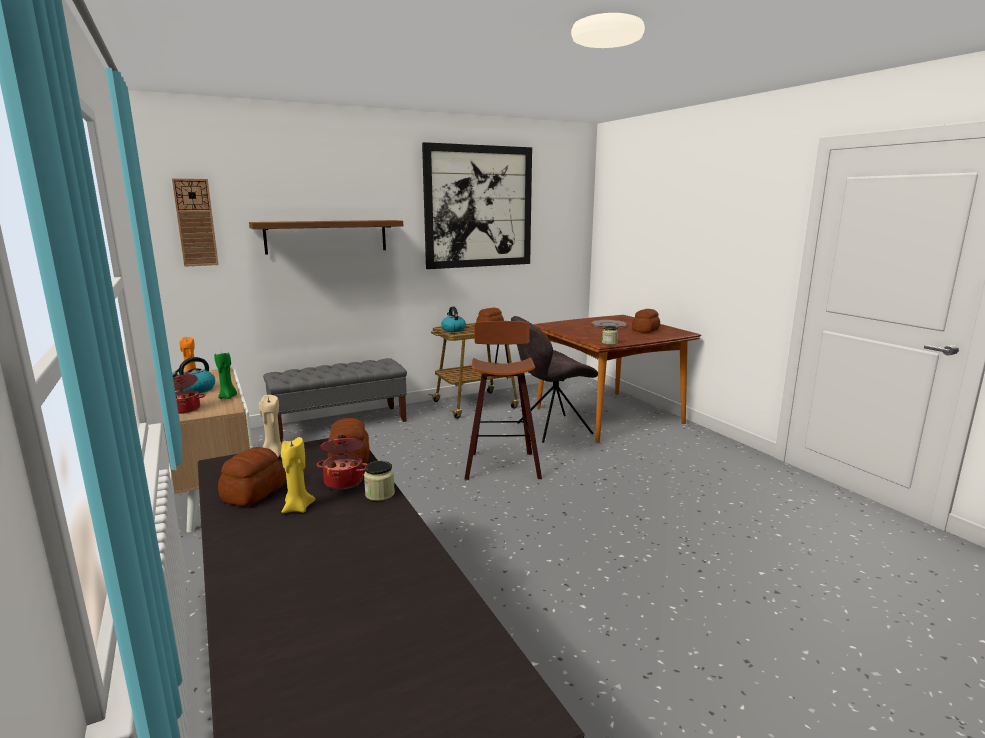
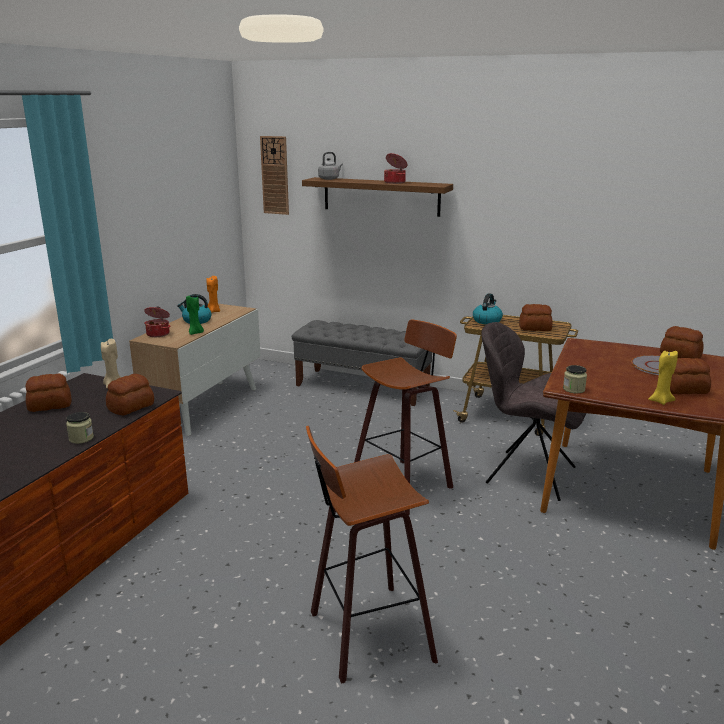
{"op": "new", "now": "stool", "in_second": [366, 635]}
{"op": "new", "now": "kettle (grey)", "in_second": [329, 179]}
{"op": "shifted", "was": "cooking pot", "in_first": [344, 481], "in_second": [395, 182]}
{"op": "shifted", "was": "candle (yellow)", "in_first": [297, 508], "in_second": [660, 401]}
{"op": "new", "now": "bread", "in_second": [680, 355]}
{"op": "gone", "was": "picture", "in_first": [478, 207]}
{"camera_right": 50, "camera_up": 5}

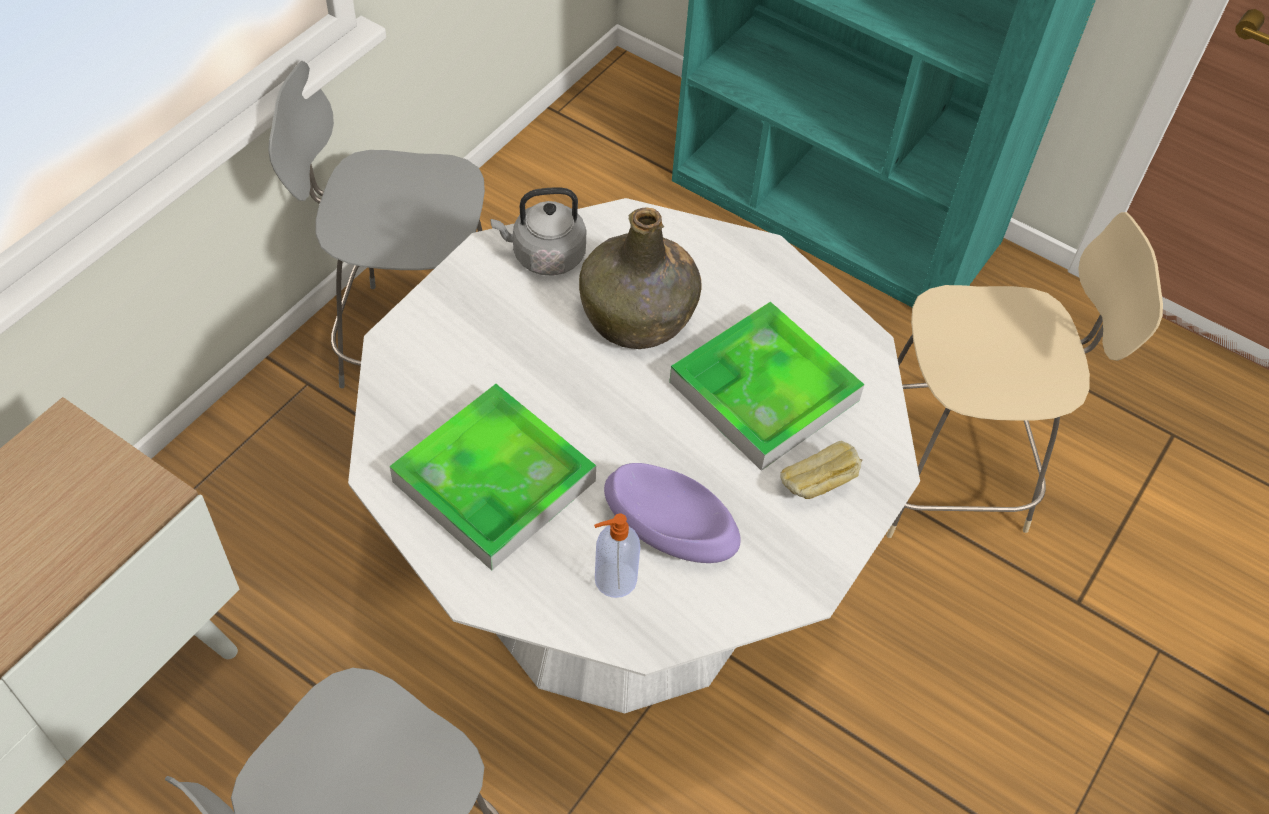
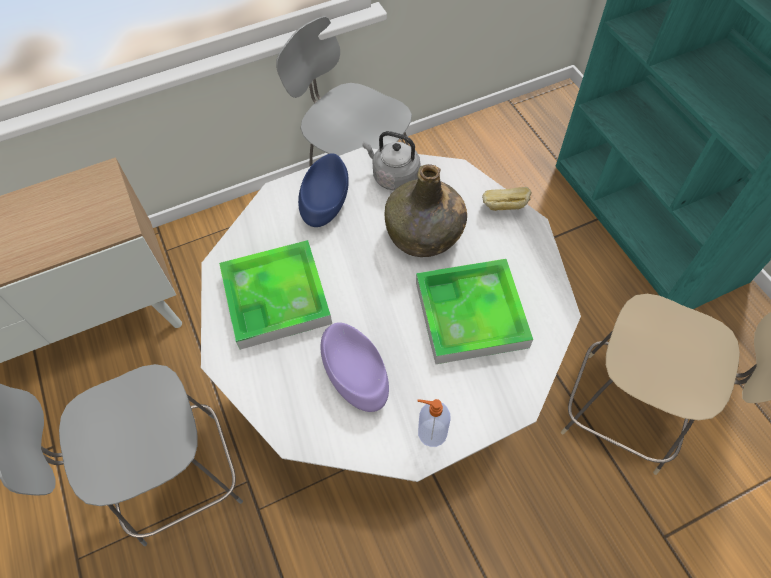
{"op": "new", "now": "bowl (blue)", "in_second": [325, 200]}
{"op": "shifted", "was": "soap dispenser", "in_first": [614, 580], "in_second": [431, 432]}
{"op": "shifted", "was": "bread", "in_first": [817, 487], "in_second": [504, 209]}
{"camera_right": 35, "camera_up": 5}

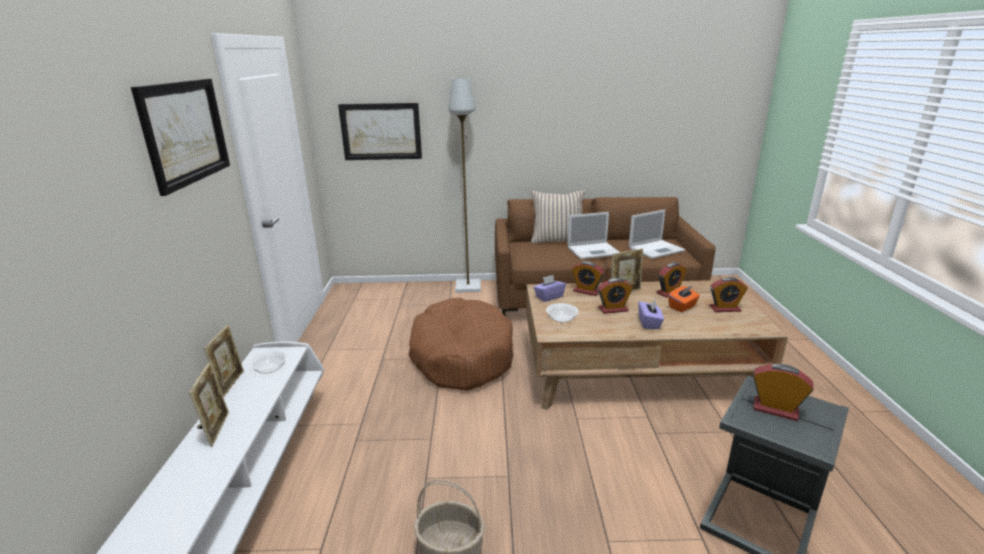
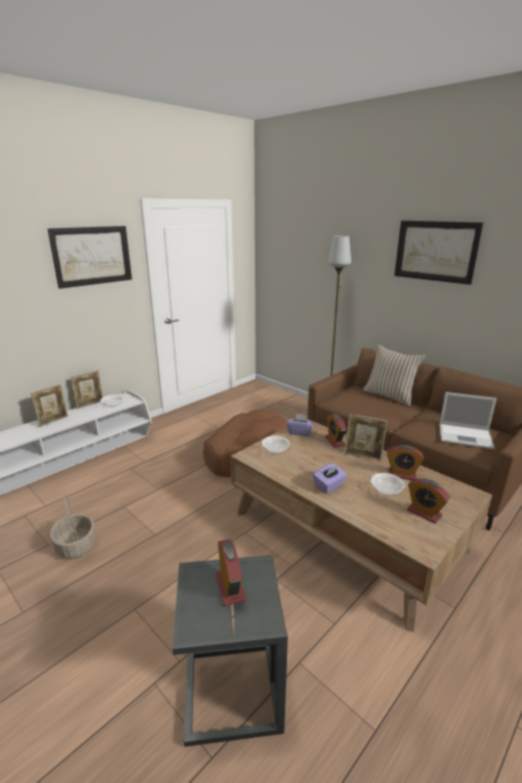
{"op": "swapped", "was": "tissue box (orange)", "now": "bowl", "in_first": [682, 307], "in_second": [386, 490]}
{"op": "shifted", "was": "picture", "in_first": [381, 131], "in_second": [435, 251]}
{"op": "gone", "was": "laptop", "in_first": [594, 251]}
{"op": "gone", "was": "alarm clock", "in_first": [613, 309]}
{"camera_right": 45, "camera_up": 0}

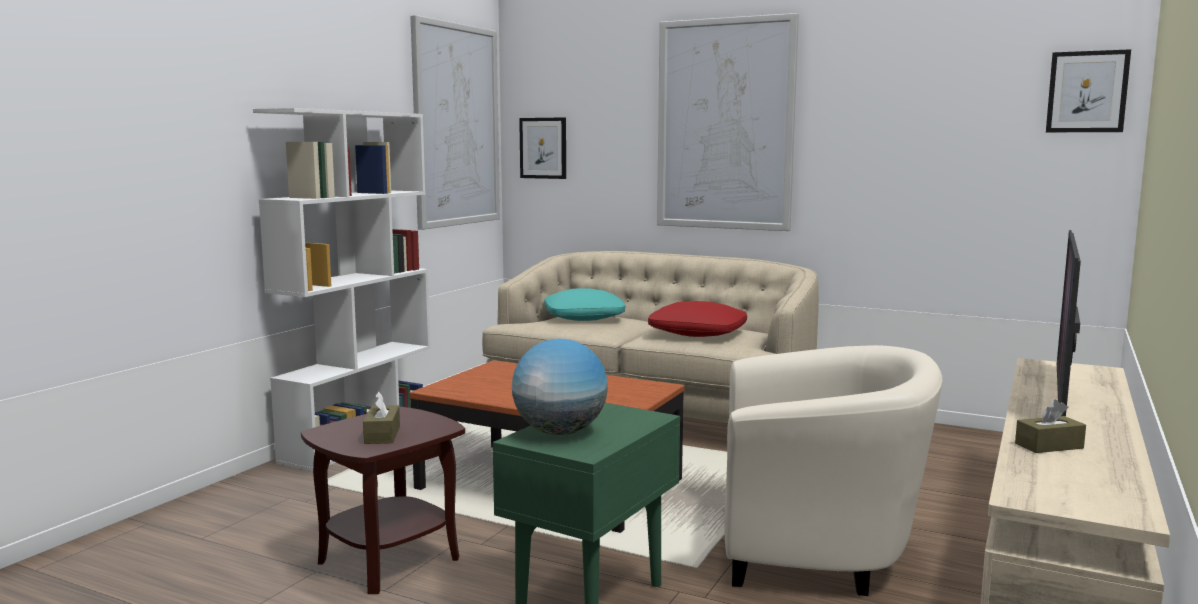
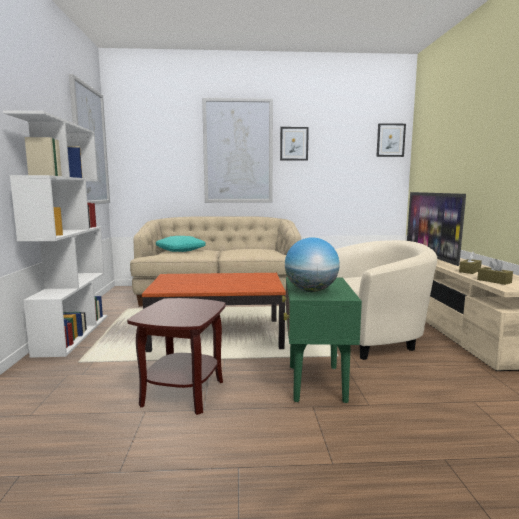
{"op": "shifted", "was": "picture", "in_first": [543, 148], "in_second": [294, 143]}
{"op": "shifted", "was": "tissue box (brown)", "in_first": [382, 435], "in_second": [494, 281]}
{"op": "gone", "was": "pillow (red)", "in_first": [698, 332]}
{"camera_right": -30, "camera_up": 0}

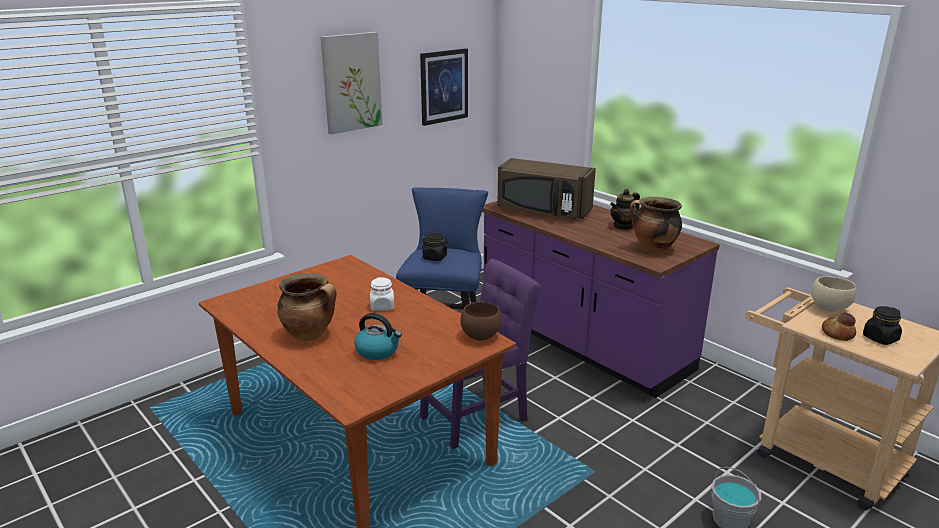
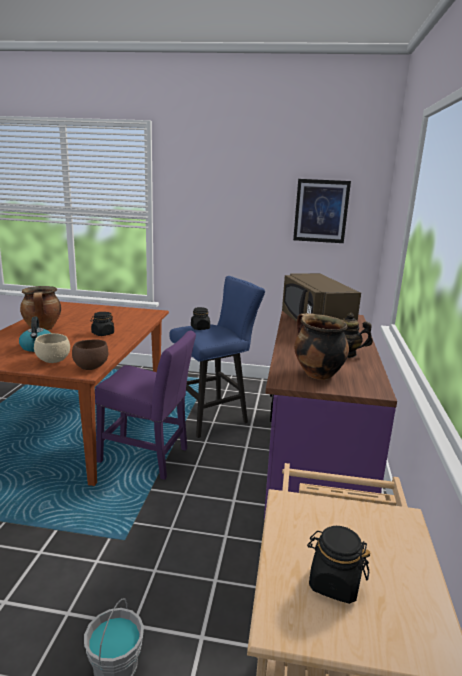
{"op": "shifted", "was": "bowl (beige)", "in_first": [828, 308], "in_second": [54, 361]}
{"op": "repainted", "was": "jar (white)", "now": "jar (black)", "in_first": [382, 306], "in_second": [102, 334]}
{"op": "gone", "was": "picture", "in_first": [351, 82]}
{"op": "gone", "was": "bread", "in_first": [837, 333]}
{"camera_right": 50, "camera_up": -5}

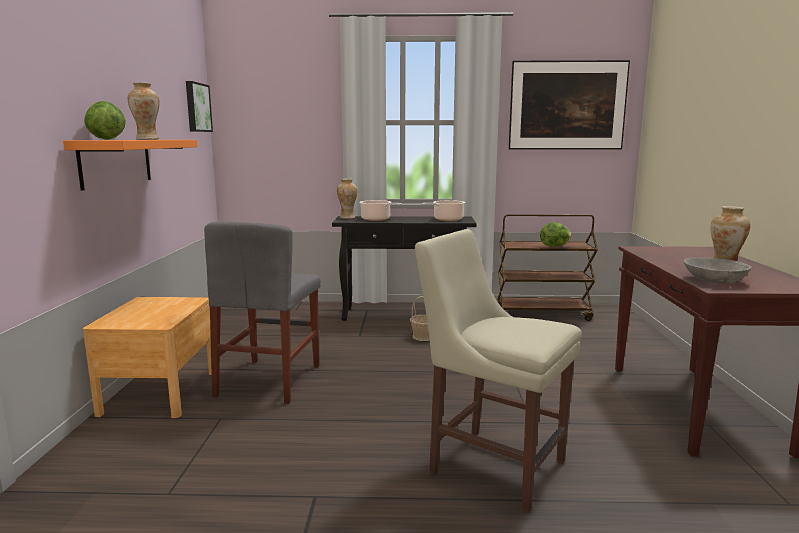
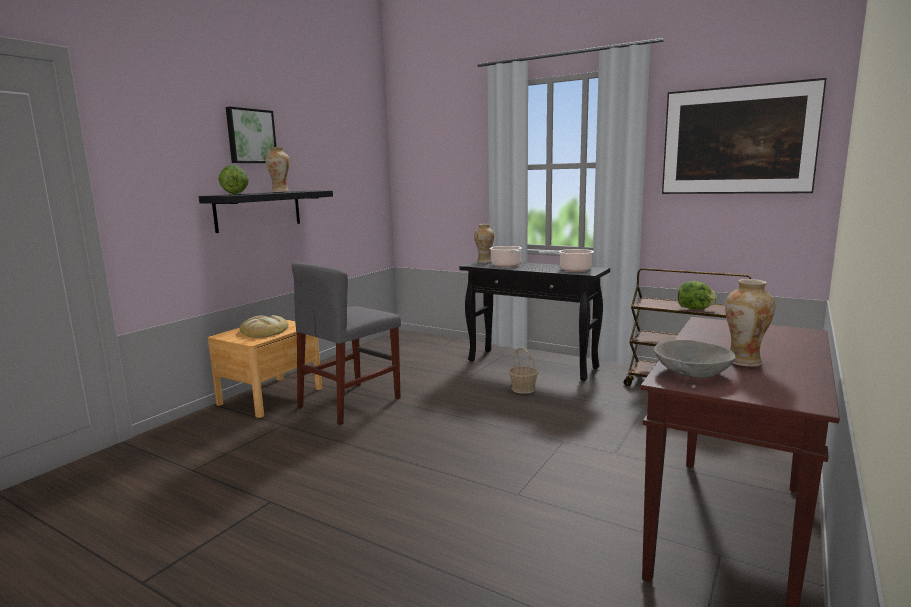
{"op": "repainted", "was": "shelf (orange)", "now": "shelf (black)", "in_first": [116, 162], "in_second": [258, 210]}
{"op": "shifted", "was": "picture", "in_first": [197, 107], "in_second": [250, 136]}
{"op": "new", "now": "bread", "in_second": [264, 331]}
{"op": "gone", "was": "chair (beige)", "in_first": [491, 464]}
{"camera_right": 30, "camera_up": 0}

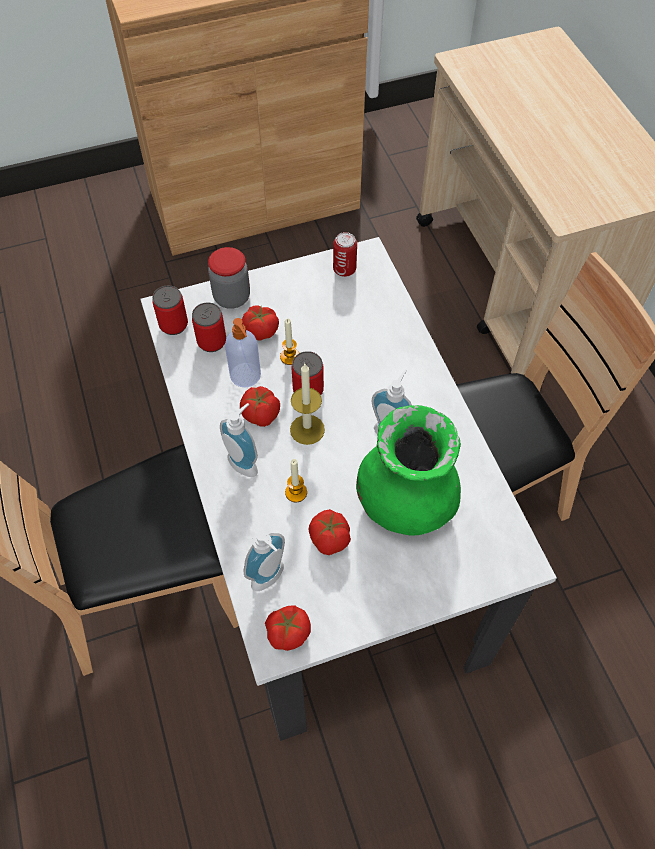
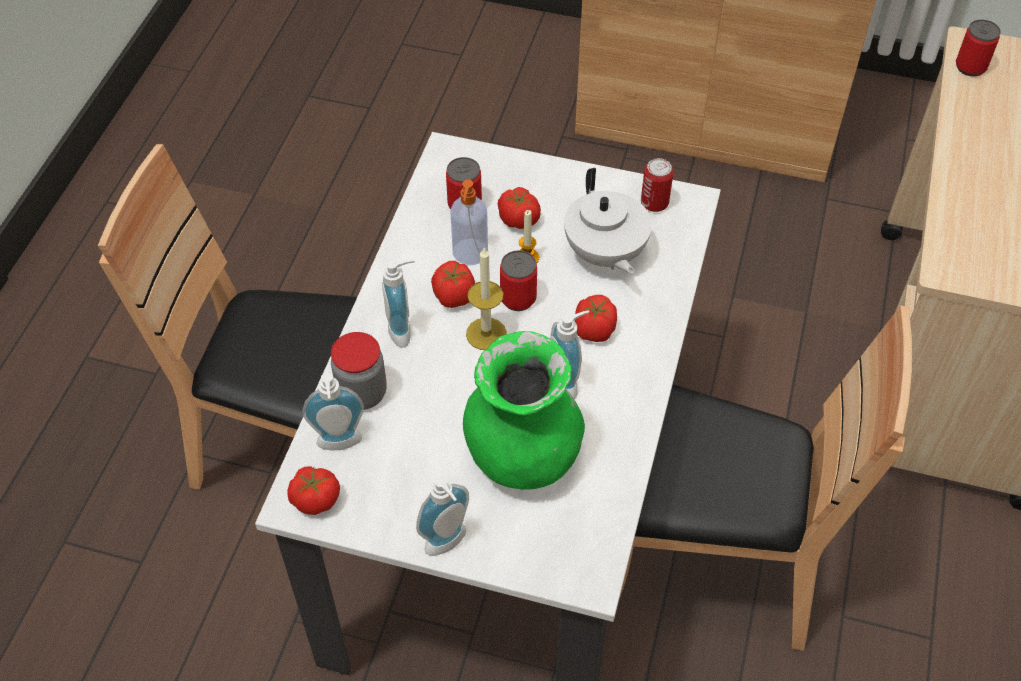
{"op": "shifted", "was": "jar", "in_first": [232, 297], "in_second": [362, 393]}
{"op": "new", "now": "soap dispenser", "in_second": [448, 544]}
{"op": "new", "now": "teapot (white)", "in_second": [604, 254]}
{"op": "shifted", "was": "tomato", "in_first": [329, 540], "in_second": [593, 330]}
{"op": "shifted", "was": "can", "in_first": [173, 325], "in_second": [970, 67]}
{"op": "gone", "was": "candle", "in_first": [296, 492]}
{"camera_right": 35, "camera_up": -5}

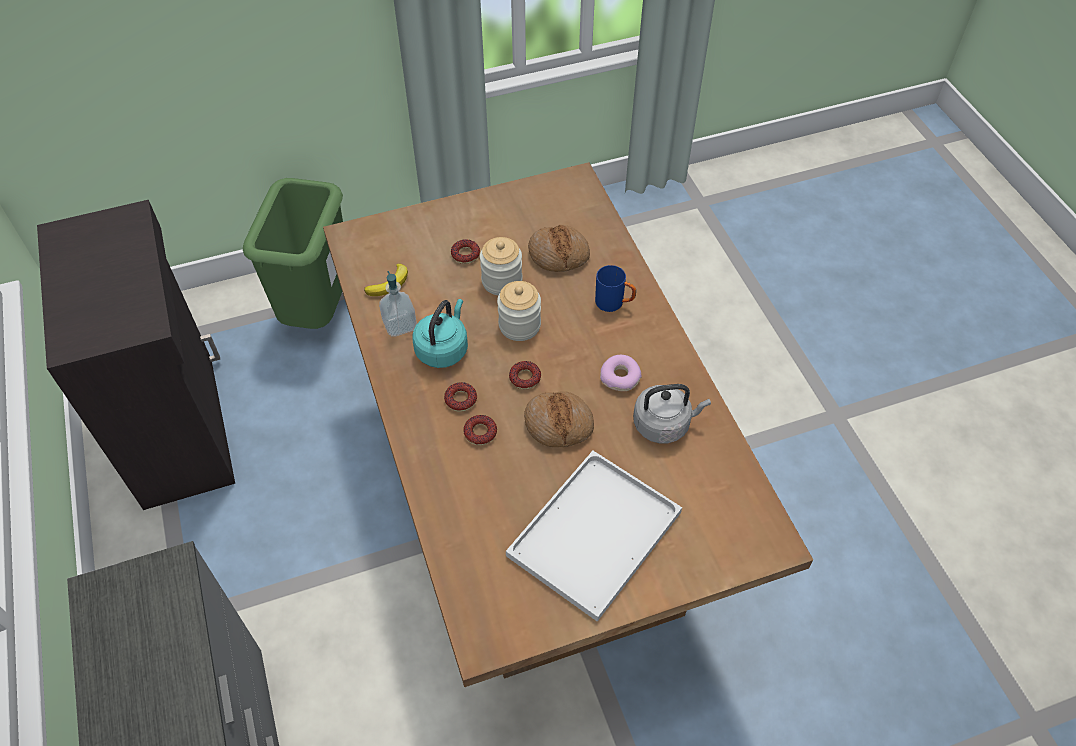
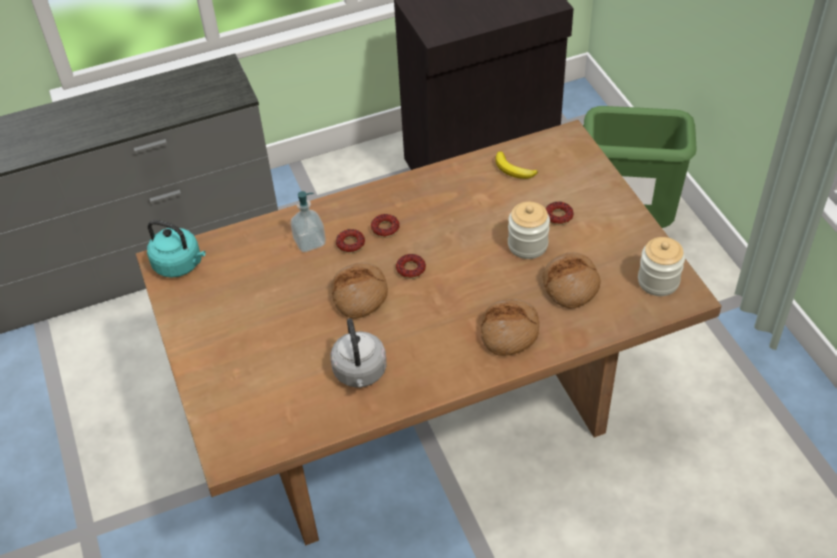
{"op": "shifted", "was": "kettle (turquoise)", "in_first": [443, 349], "in_second": [180, 264]}
{"op": "shifted", "was": "soap dispenser", "in_first": [400, 325], "in_second": [309, 242]}
{"op": "swapped", "was": "mug (blue)", "now": "bread", "in_first": [614, 303], "in_second": [509, 332]}
{"op": "shifted", "was": "jar", "in_first": [519, 325], "in_second": [658, 281]}
{"op": "gone", "was": "tray (white)", "in_first": [594, 537]}
{"op": "gone", "was": "donut", "in_first": [620, 377]}
{"camera_right": 90, "camera_up": -5}

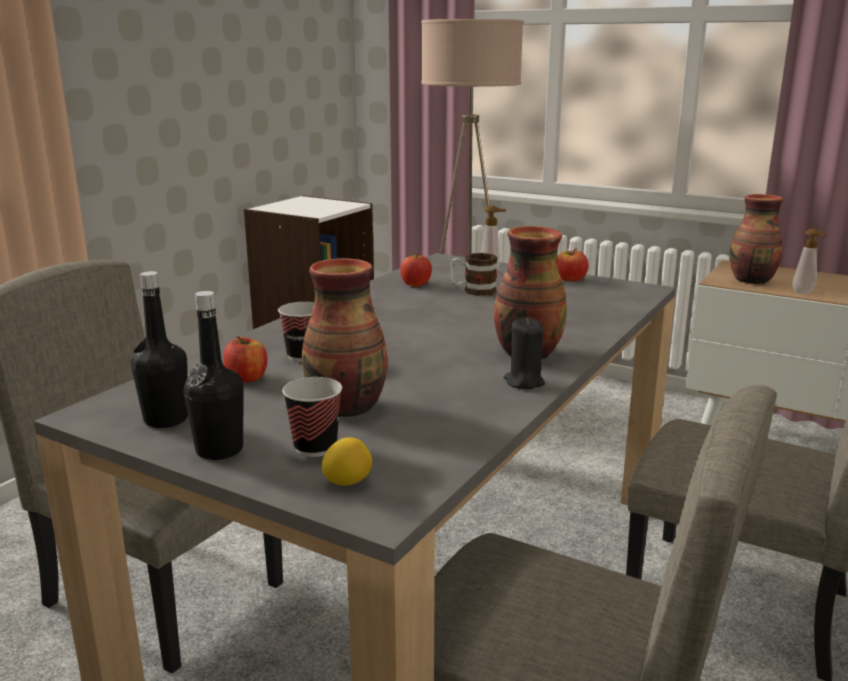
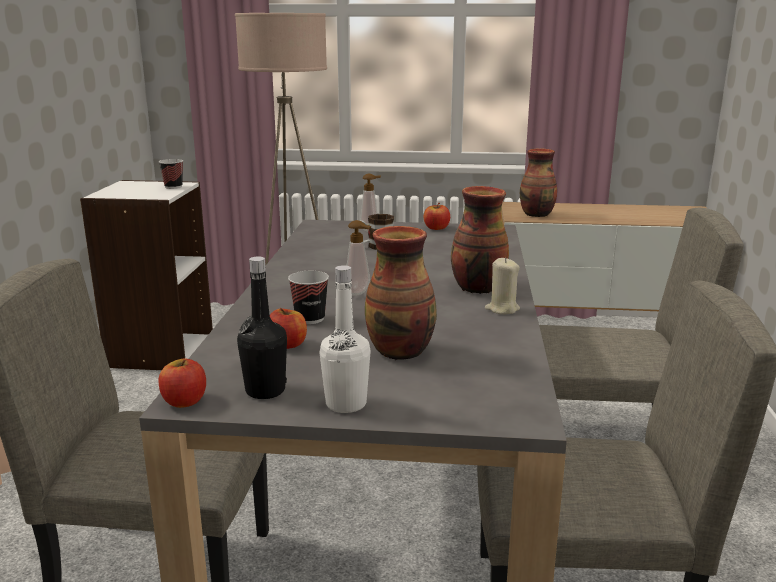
{"op": "shifted", "was": "apple", "in_first": [415, 284], "in_second": [184, 401]}
{"op": "shifted", "was": "cup", "in_first": [315, 447], "in_second": [173, 187]}
{"op": "repainted", "was": "bottle (black)", "now": "bottle (white)", "in_first": [219, 450], "in_second": [346, 404]}
{"op": "shifted", "was": "soap dispenser", "in_first": [804, 293], "in_second": [359, 293]}
{"op": "repainted", "was": "candle (black)", "now": "candle (beige)", "in_first": [524, 382], "in_second": [502, 309]}
{"op": "gone", "was": "lemon", "in_first": [347, 482]}
{"camera_right": -25, "camera_up": 0}

